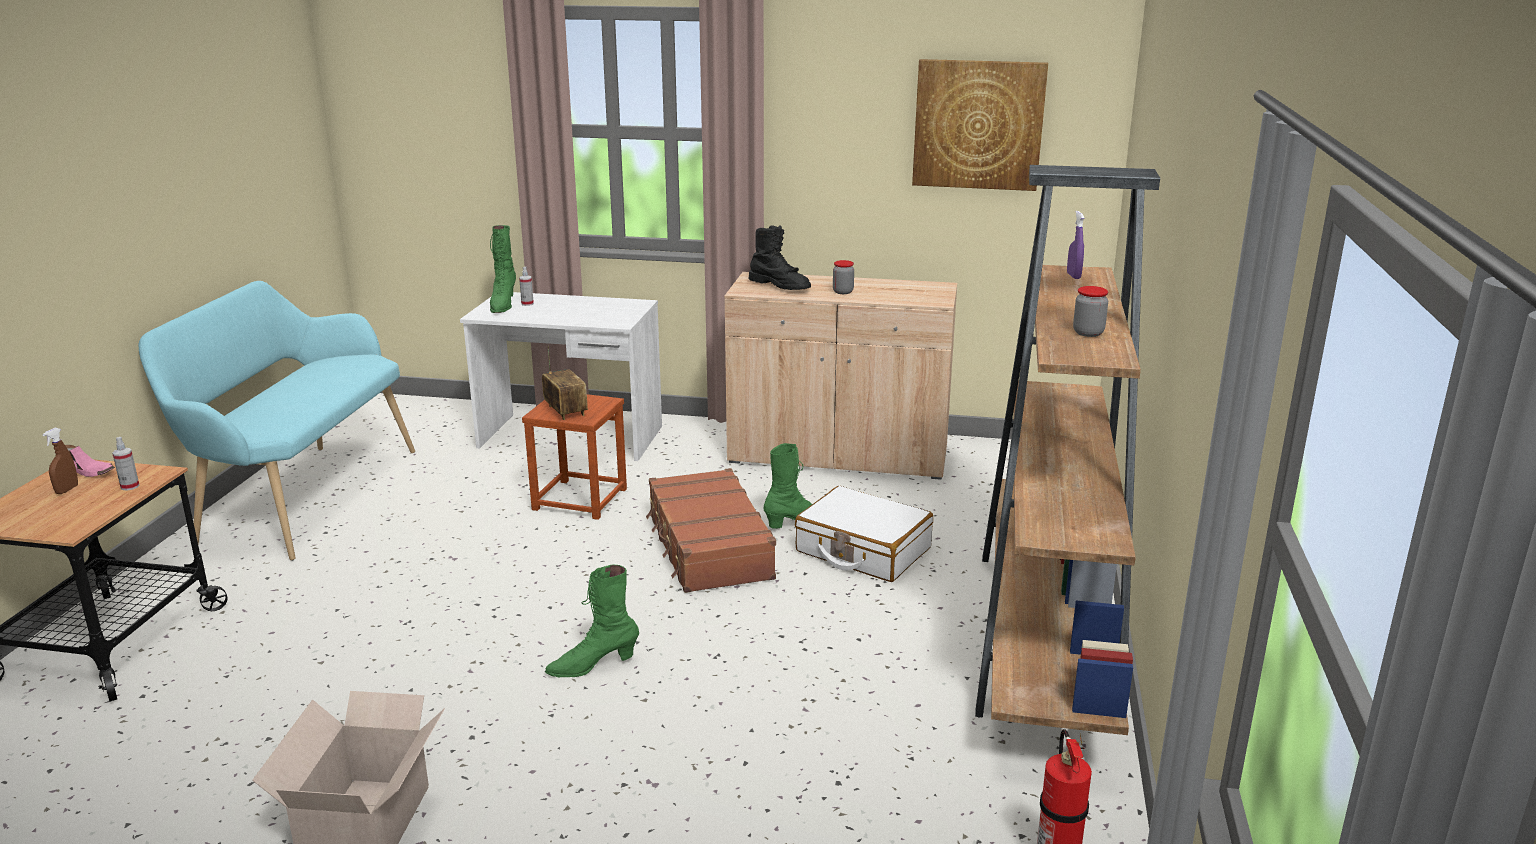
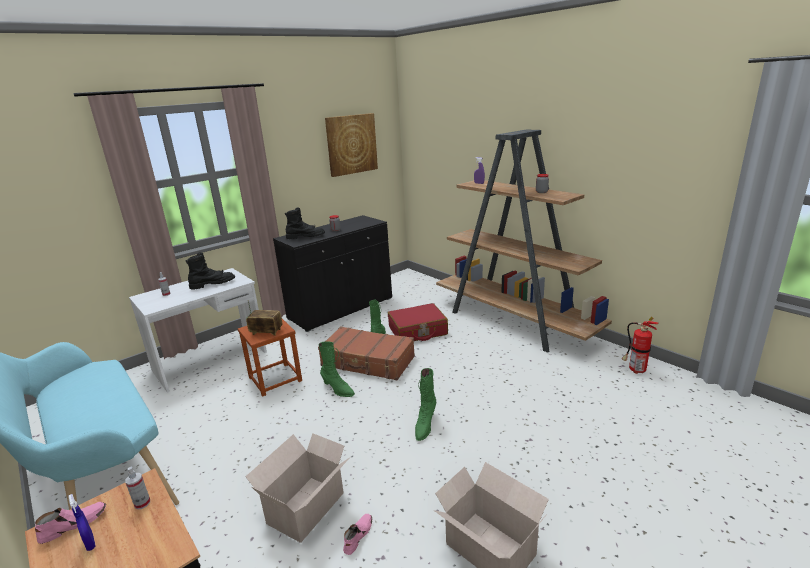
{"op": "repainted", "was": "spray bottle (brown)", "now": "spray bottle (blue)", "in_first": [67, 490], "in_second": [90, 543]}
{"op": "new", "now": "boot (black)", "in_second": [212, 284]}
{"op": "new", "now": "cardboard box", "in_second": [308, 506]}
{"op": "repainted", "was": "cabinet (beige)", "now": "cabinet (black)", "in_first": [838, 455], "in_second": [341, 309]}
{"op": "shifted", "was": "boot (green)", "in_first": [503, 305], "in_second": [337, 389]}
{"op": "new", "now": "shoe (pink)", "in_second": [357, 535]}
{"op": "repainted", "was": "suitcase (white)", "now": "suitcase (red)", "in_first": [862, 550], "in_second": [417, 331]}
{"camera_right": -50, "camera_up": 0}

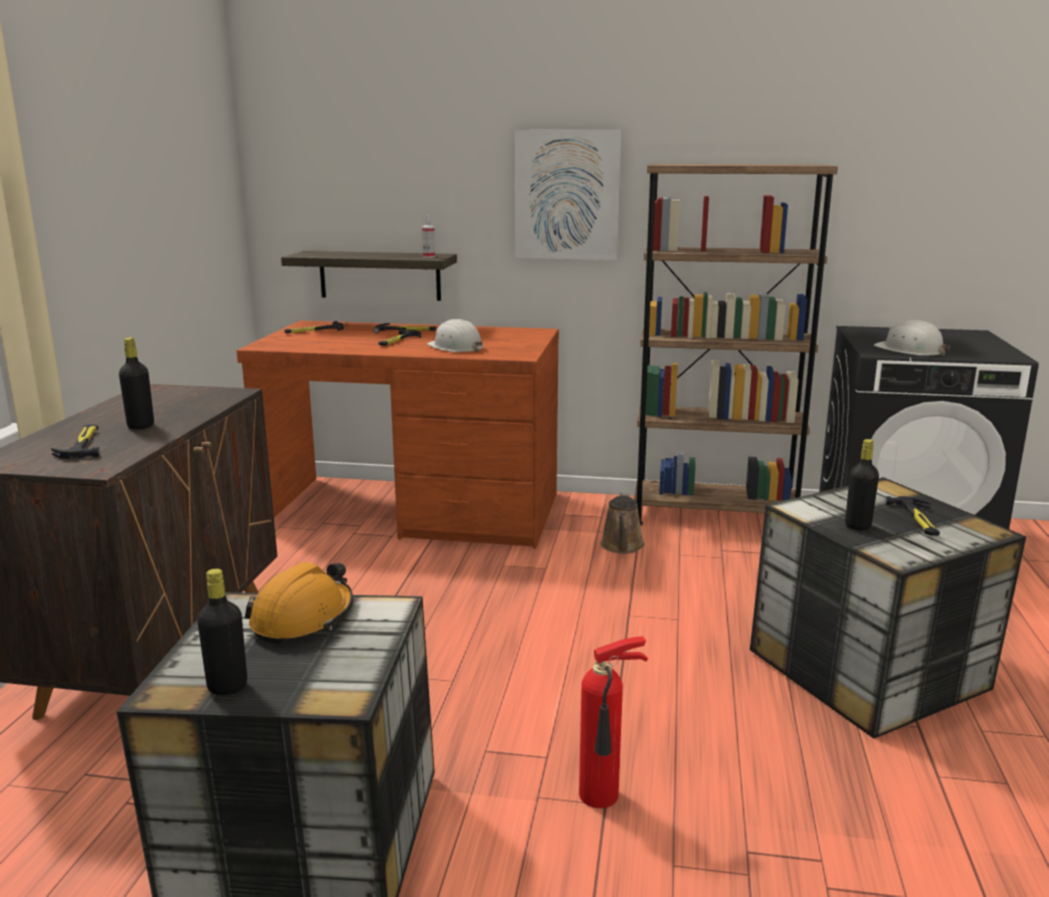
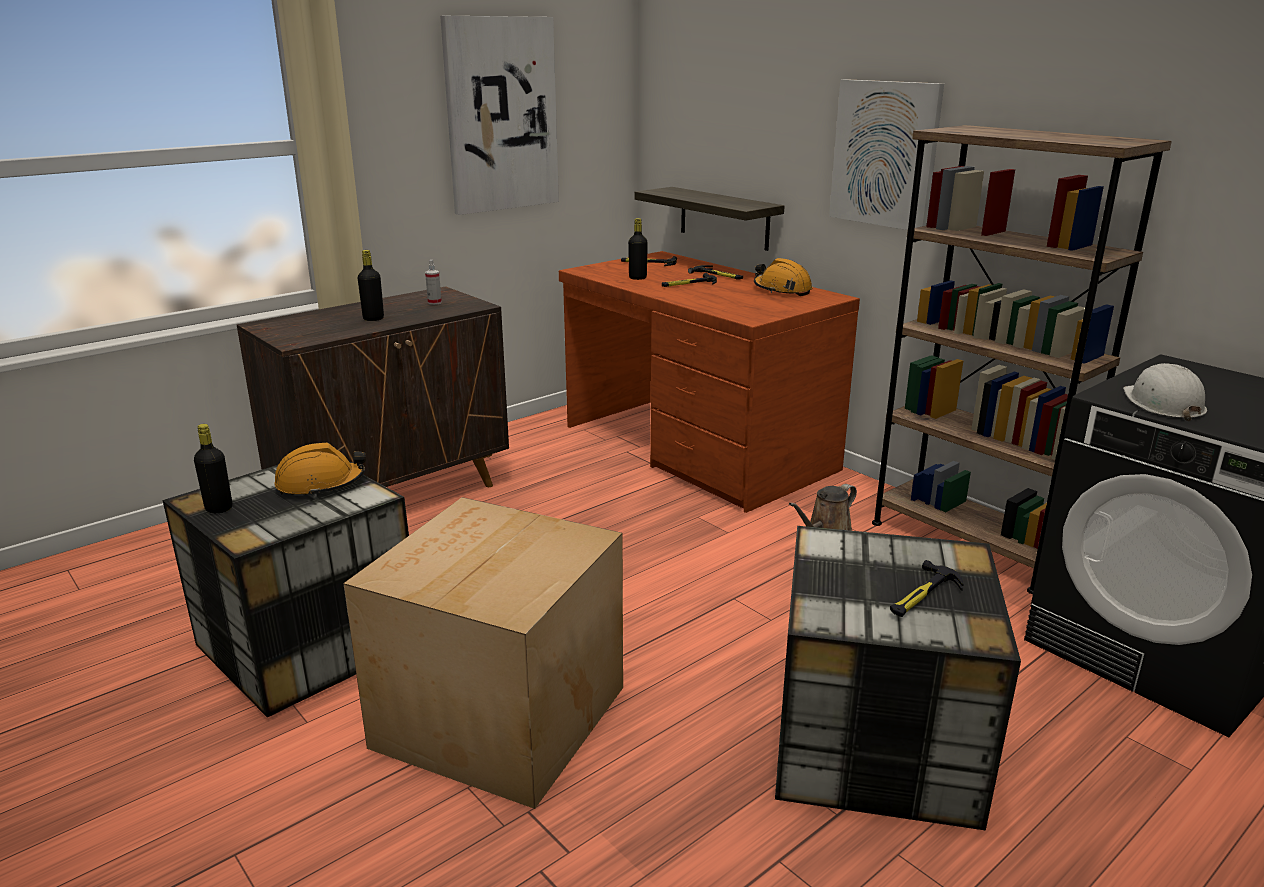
{"op": "swapped", "was": "fire extinguisher", "now": "cardboard box", "in_first": [603, 797], "in_second": [496, 718]}
{"op": "shifted", "was": "spray bottle", "in_first": [429, 256], "in_second": [434, 302]}
{"op": "new", "now": "picture", "in_second": [501, 115]}
{"op": "shifted", "was": "bottle (black)", "in_first": [857, 526], "in_second": [637, 278]}
{"op": "new", "now": "hard hat (orange)", "in_second": [782, 290]}
{"op": "gone", "was": "hammer", "in_first": [83, 444]}
{"op": "gone", "was": "hard hat (white)", "in_first": [455, 347]}
{"camera_right": 40, "camera_up": 5}

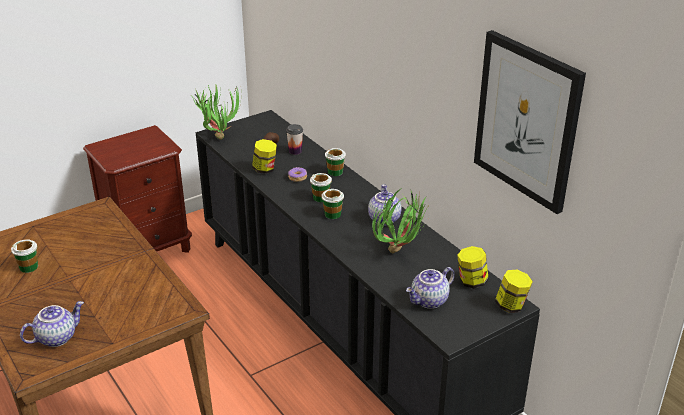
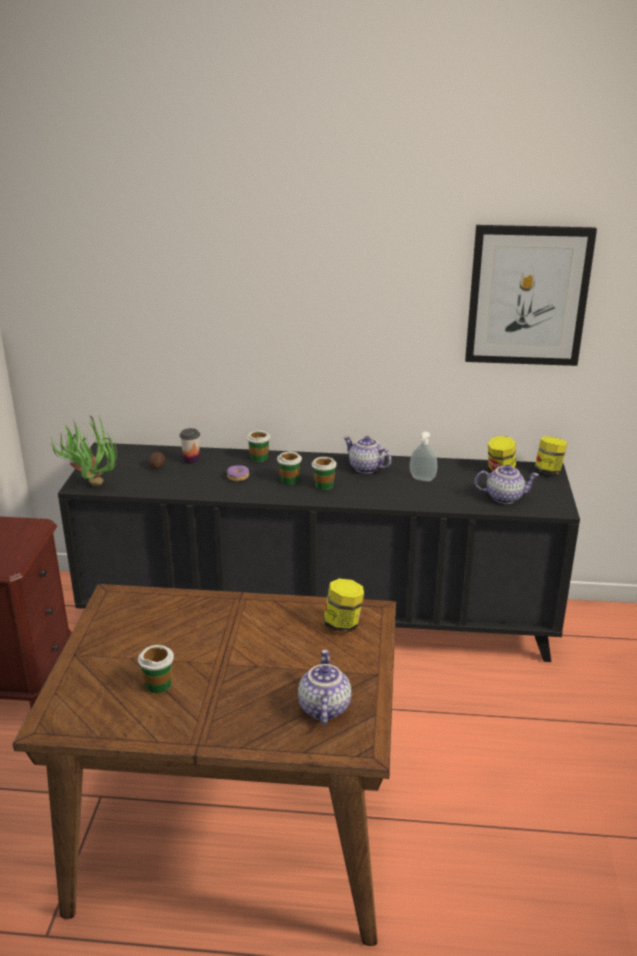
{"op": "shifted", "was": "jar", "in_first": [265, 169], "in_second": [343, 624]}
{"op": "swapped", "was": "potted plant", "now": "soap dispenser", "in_first": [402, 251], "in_second": [422, 479]}
{"op": "rotated", "was": "teapot", "in_first": [429, 301], "in_second": [504, 497], "clockwise": -90}
{"camera_right": -50, "camera_up": -5}

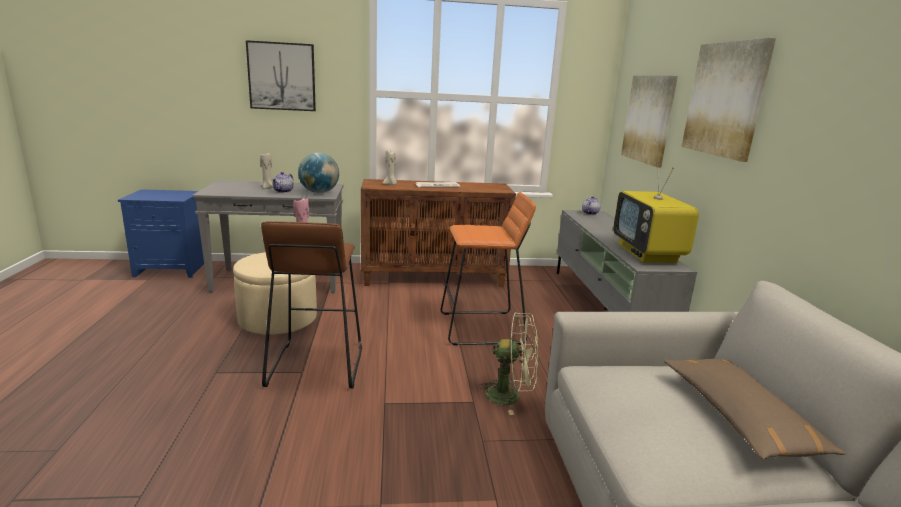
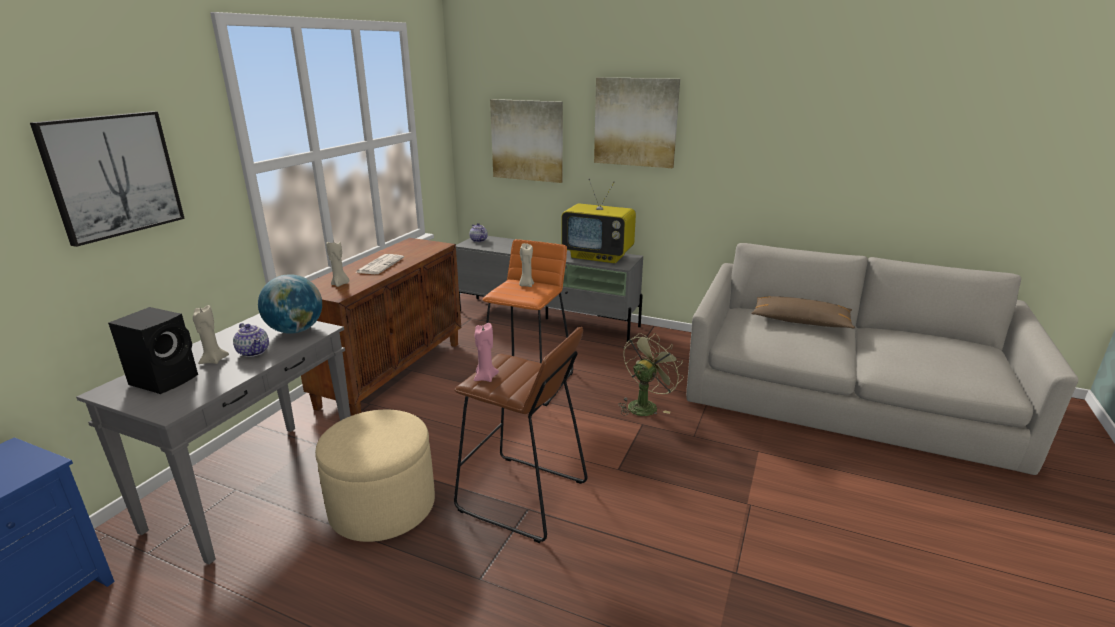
{"op": "new", "now": "speaker (black)", "in_second": [166, 379]}
{"op": "new", "now": "candle (beige)", "in_second": [526, 285]}
{"camera_right": -60, "camera_up": 5}

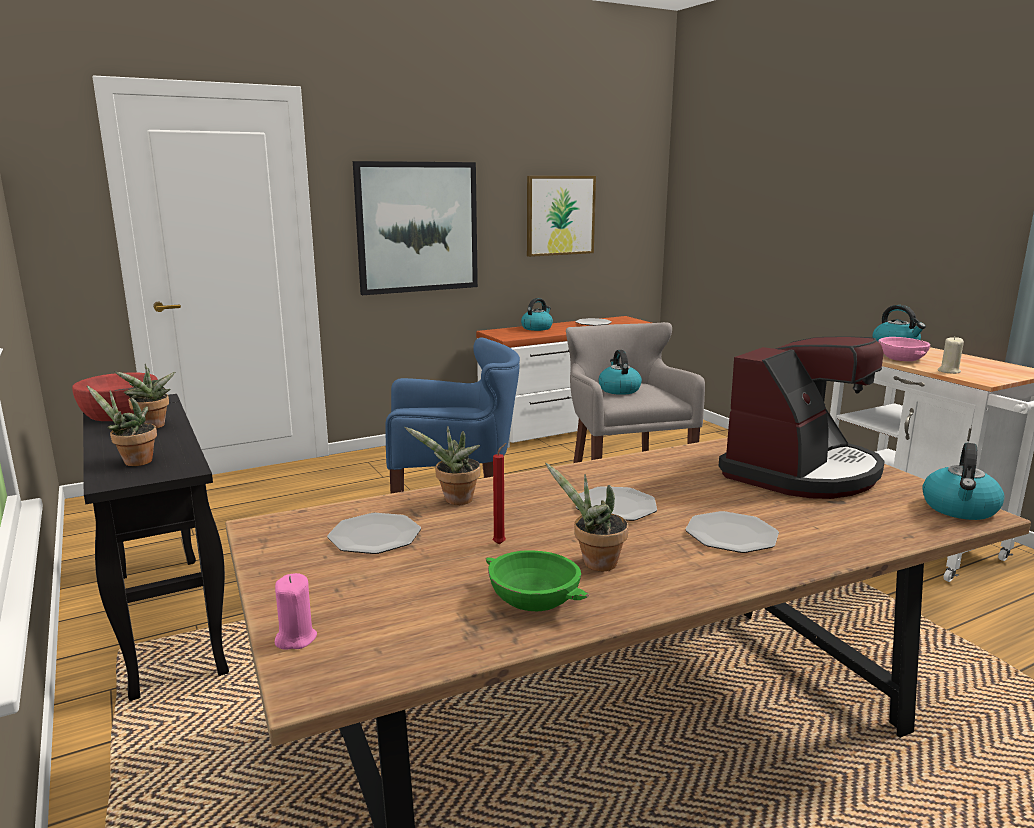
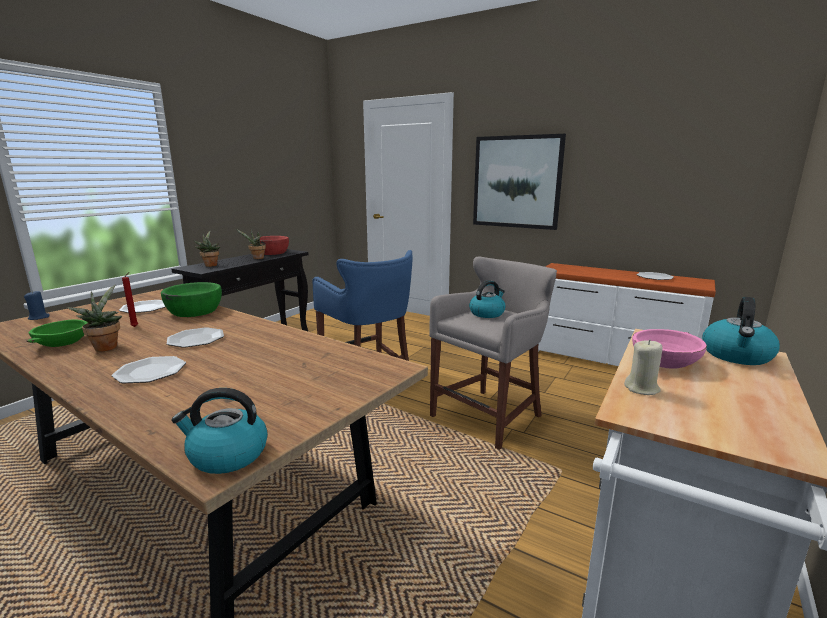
{"op": "repainted", "was": "candle (pink)", "now": "candle (blue)", "in_first": [295, 638], "in_second": [39, 317]}
{"op": "swapped", "was": "potted plant", "now": "bowl (green)", "in_first": [455, 501], "in_second": [194, 311]}
{"op": "gone", "was": "kettle", "in_first": [537, 328]}
{"op": "gone", "was": "picture", "in_first": [560, 215]}
{"op": "gone", "was": "coffee machine", "in_first": [801, 472]}
{"camera_right": 60, "camera_up": 0}

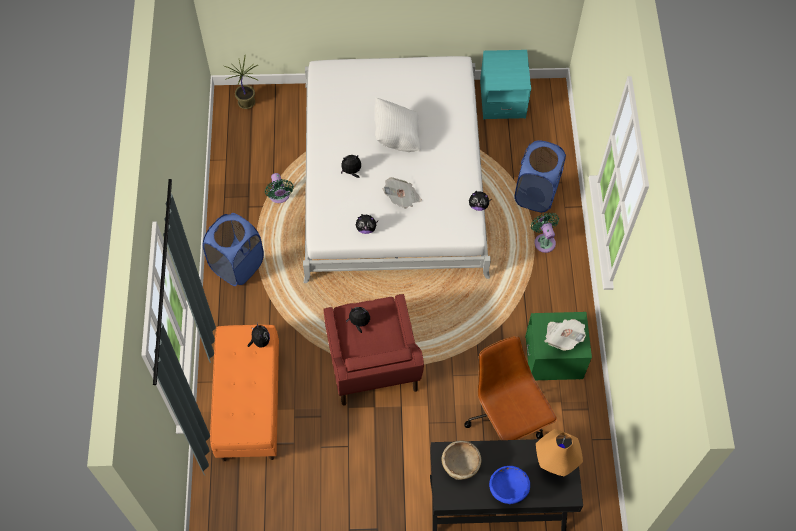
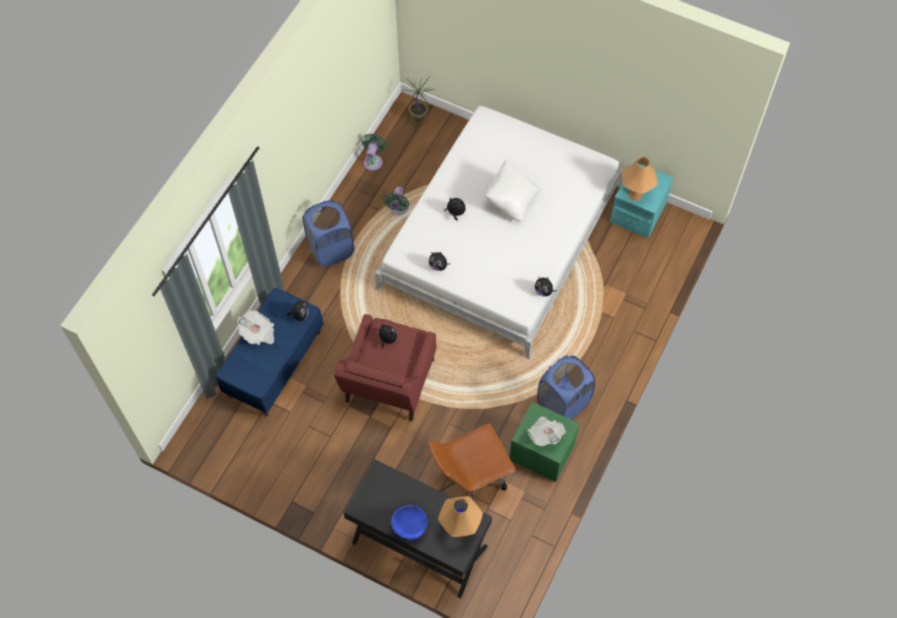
{"op": "repainted", "was": "bench (orange)", "now": "bench (blue)", "in_first": [249, 403], "in_second": [274, 363]}
{"op": "shifted", "was": "newspaper", "in_first": [402, 198], "in_second": [258, 333]}
{"op": "shifted", "was": "fan (green)", "in_first": [544, 241], "in_second": [373, 161]}
{"op": "rotated", "was": "office chair (brown)", "in_first": [506, 420], "in_second": [469, 482], "clockwise": -120}
{"op": "shifted", "was": "laundry basket (blue)", "in_first": [536, 194], "in_second": [563, 403]}
{"op": "new", "now": "table lamp (orange)", "in_second": [635, 195]}
{"op": "gone", "was": "bowl (beige)", "in_first": [460, 466]}
{"camera_right": 30, "camera_up": 0}

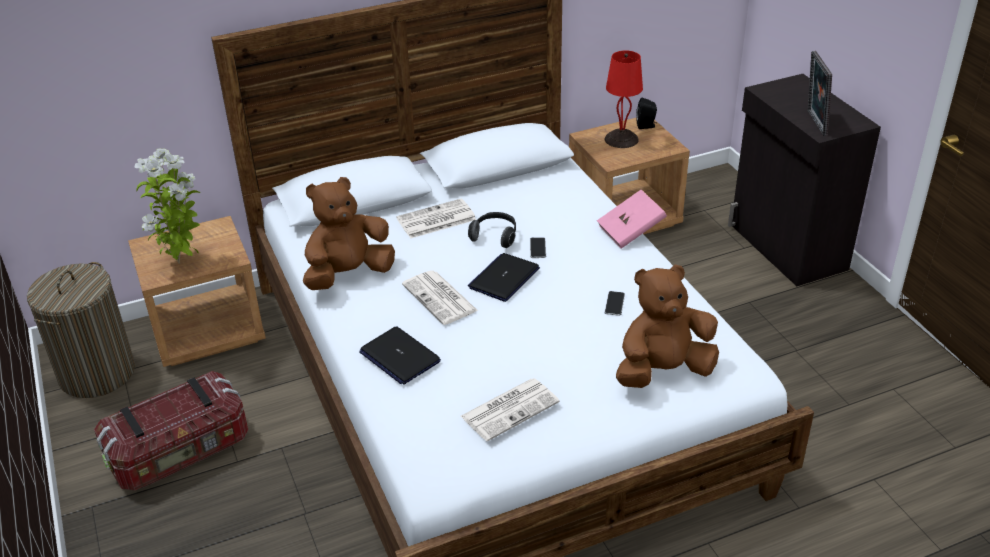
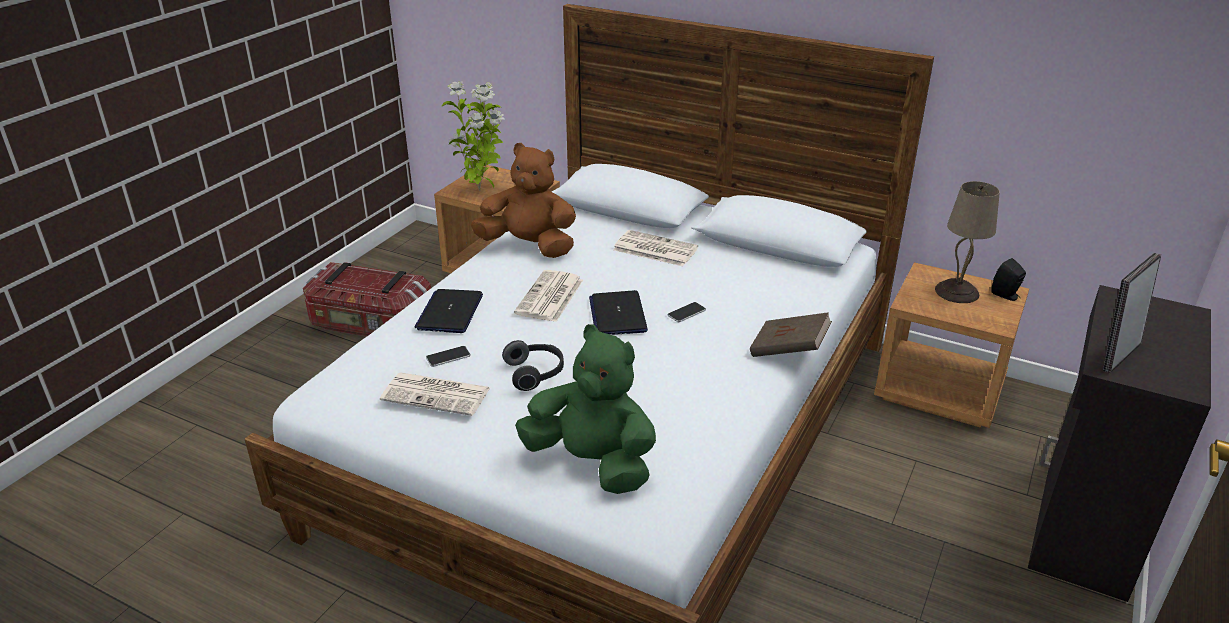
{"op": "shifted", "was": "phone", "in_first": [614, 304], "in_second": [448, 357]}
{"op": "shifted", "was": "headphones", "in_first": [495, 236], "in_second": [535, 374]}
{"op": "repainted", "was": "plush toy (brown)", "now": "plush toy (green)", "in_first": [663, 371], "in_second": [592, 463]}
{"op": "rotated", "was": "laptop", "in_first": [504, 278], "in_second": [617, 314], "clockwise": -90}
{"op": "repainted", "was": "book (pink)", "now": "book (brown)", "in_first": [630, 231], "in_second": [788, 350]}
{"op": "repainted", "was": "table lamp (red)", "now": "table lamp (beige)", "in_first": [622, 139], "in_second": [957, 292]}
{"op": "gone", "was": "laundry basket", "in_first": [97, 373]}
{"camera_right": 50, "camera_up": -5}

